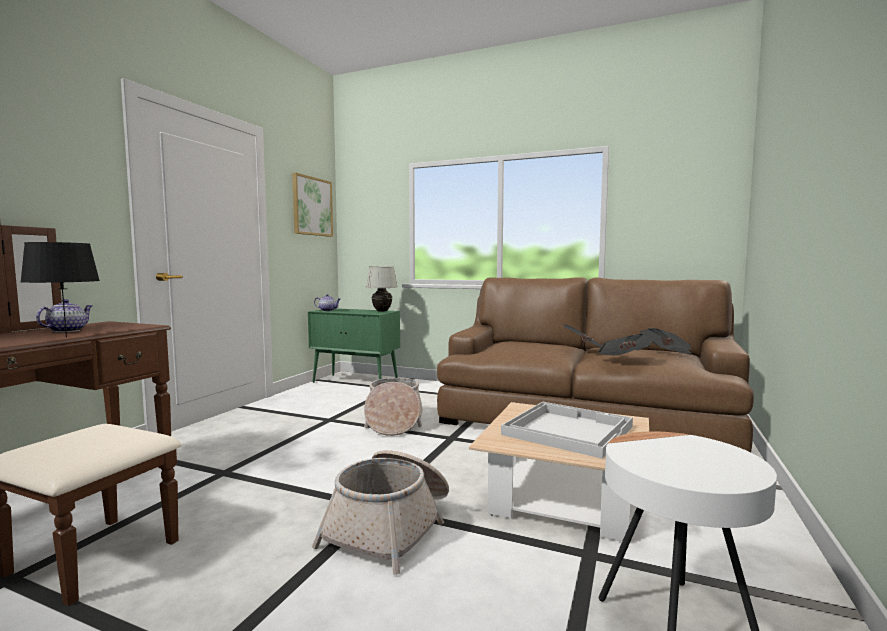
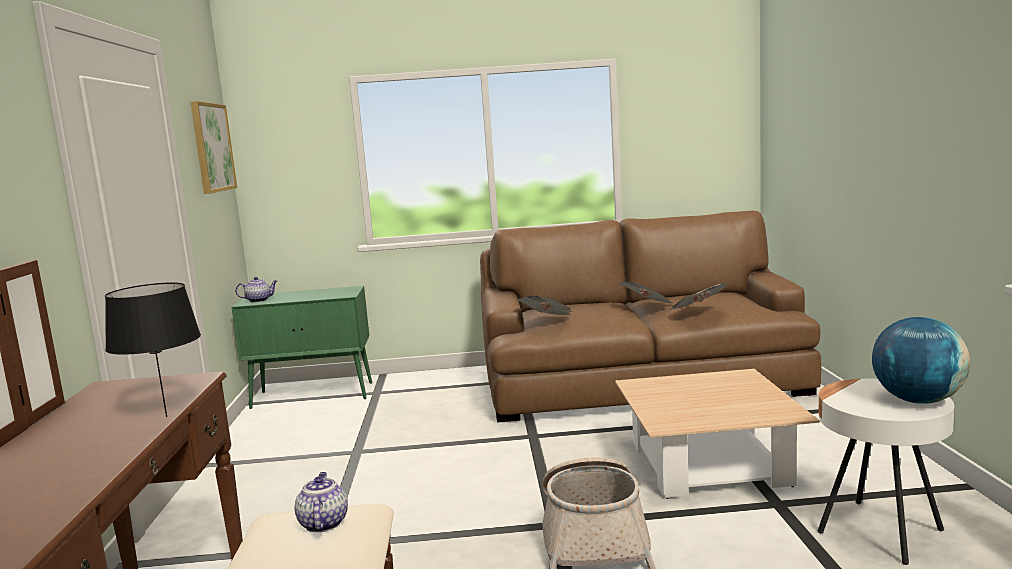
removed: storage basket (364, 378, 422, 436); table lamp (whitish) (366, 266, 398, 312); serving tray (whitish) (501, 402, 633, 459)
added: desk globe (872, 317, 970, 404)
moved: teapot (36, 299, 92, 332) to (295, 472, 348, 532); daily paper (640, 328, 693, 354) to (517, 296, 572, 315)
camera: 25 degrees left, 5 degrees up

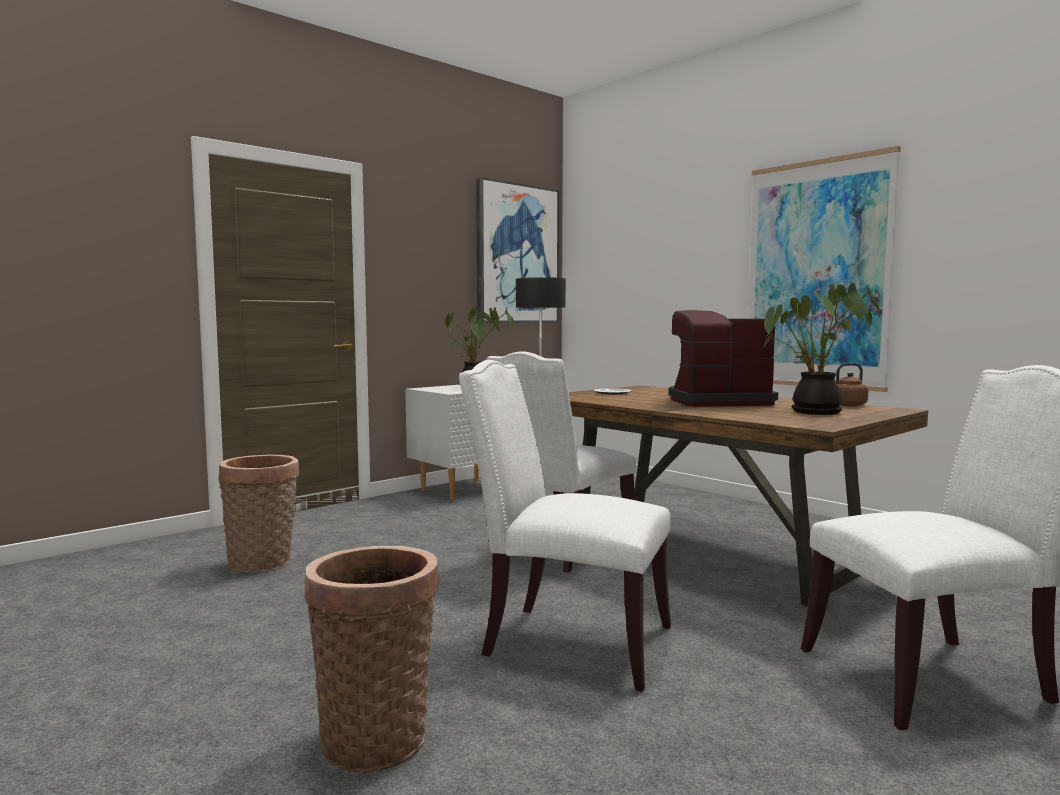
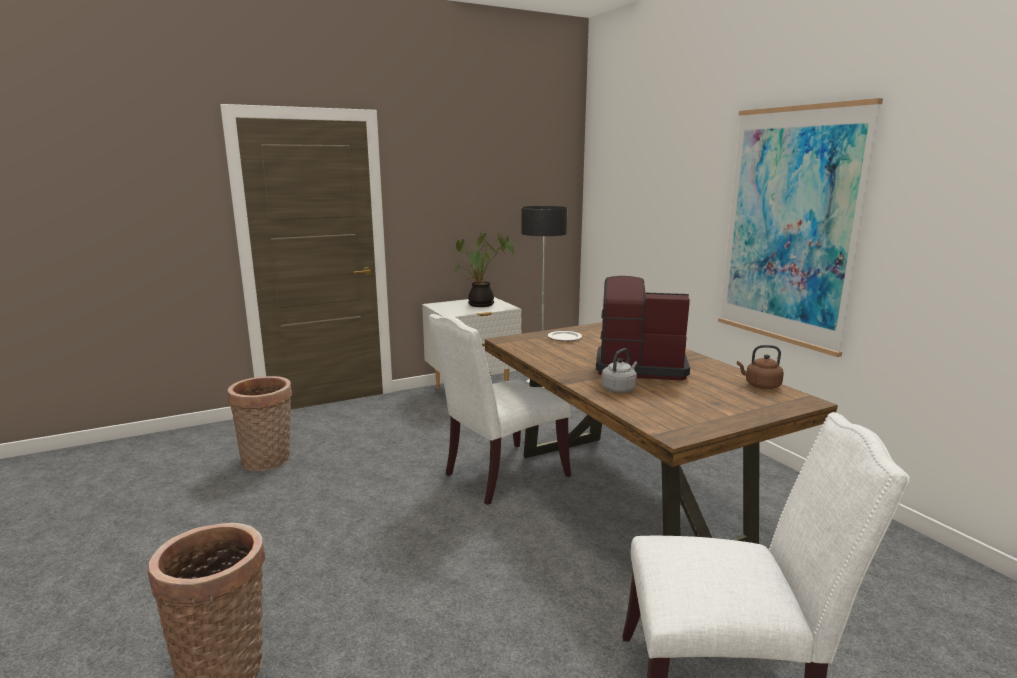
removed: upright chair (whitish) (459, 360, 671, 692); wall picture (476, 177, 559, 323); potted plant (764, 283, 880, 415)
added: water kettle (gray) (601, 348, 638, 393)
camera: 15 degrees right, 10 degrees up

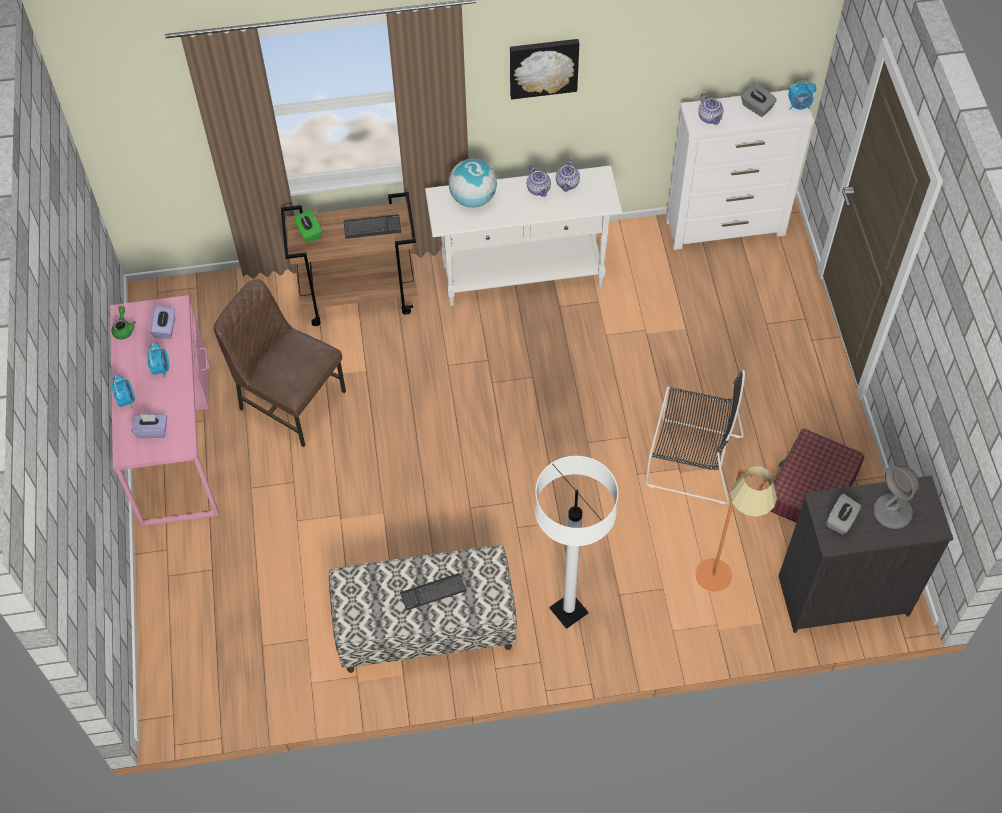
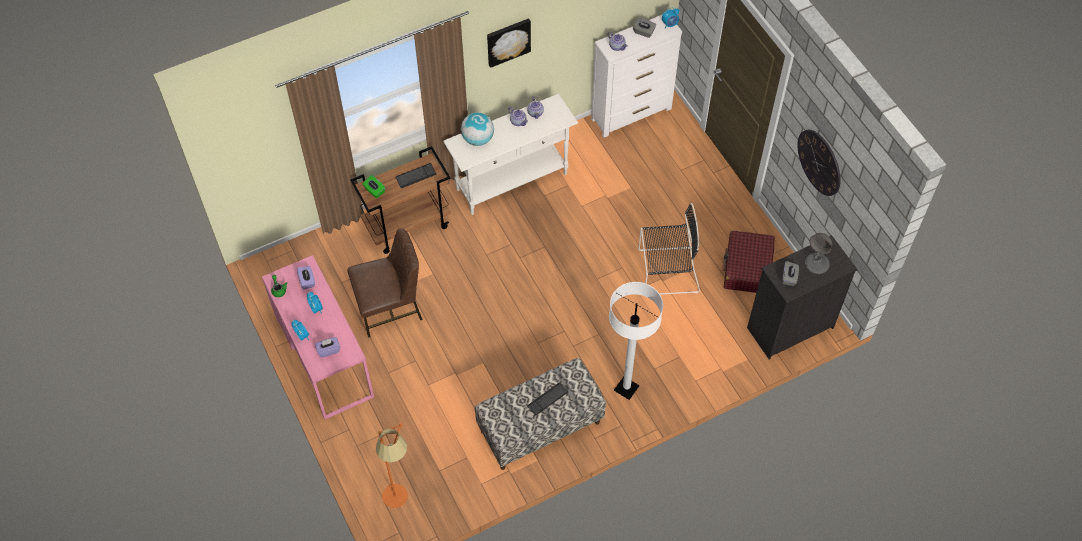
added: clock on the wall (797, 130, 841, 196)
moved: standard lamp (orange-coloured) (696, 466, 777, 592) to (376, 423, 408, 508)
turned: upright chair (brownish) (214, 279, 346, 447) = (347, 228, 423, 338) 150 degrees clockwise
camera: 20 degrees left, 0 degrees up

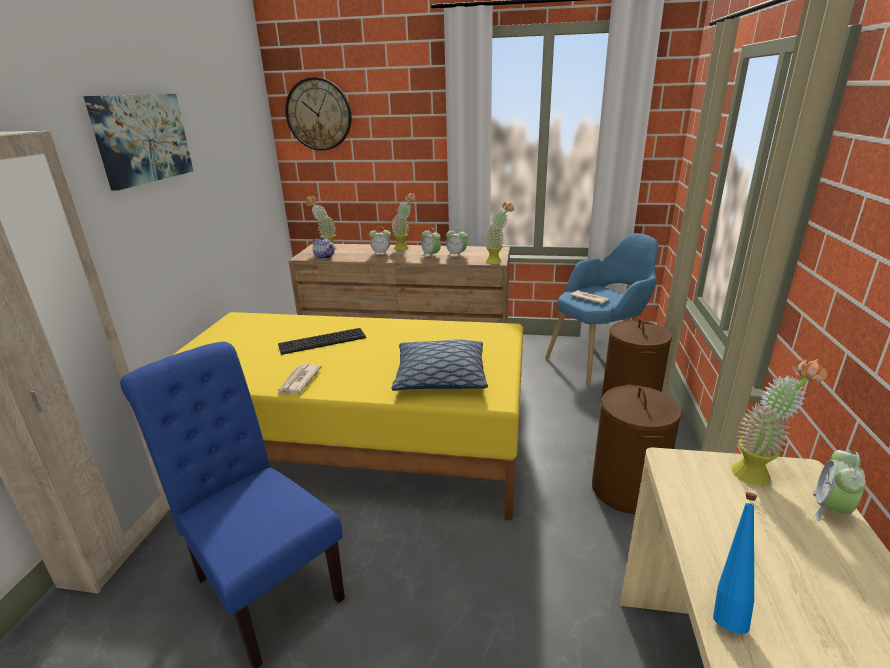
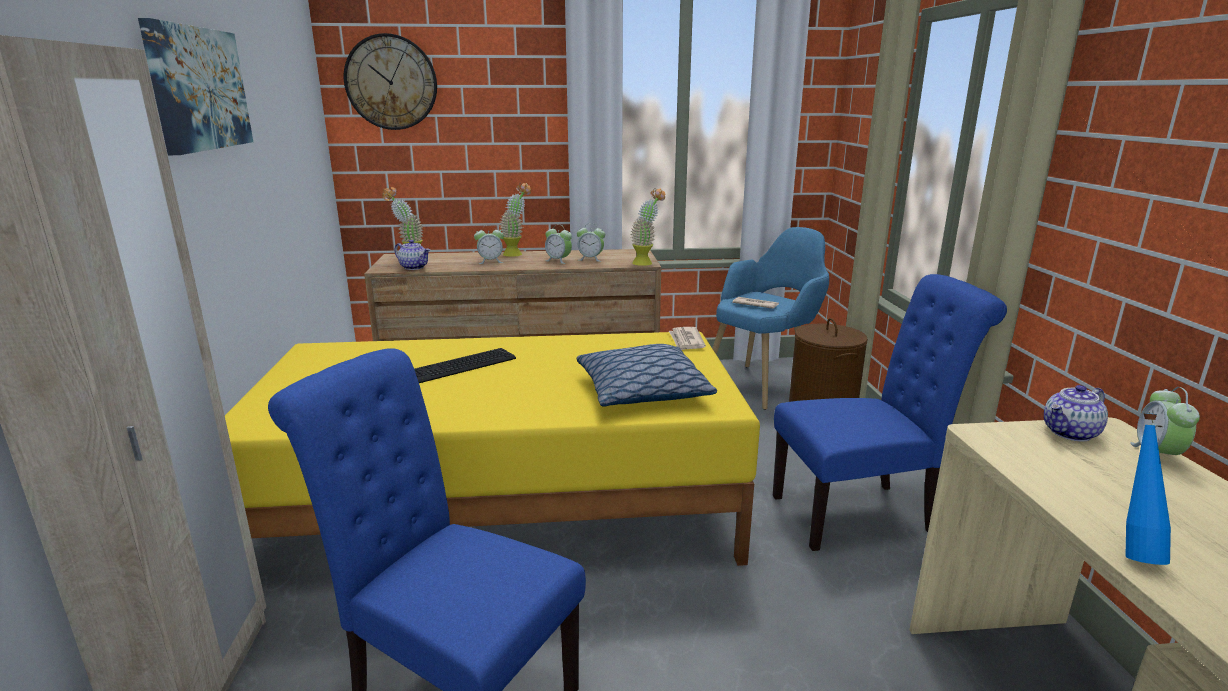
moved: daily paper (277, 364, 322, 394) to (669, 327, 706, 350)
replaced: laundry basket (brownish) (592, 384, 682, 514) to upright chair (bluish) (773, 274, 1007, 551); potted plant (731, 359, 827, 486) to teapot (1044, 385, 1108, 441)
camera: 15 degrees left, 5 degrees down

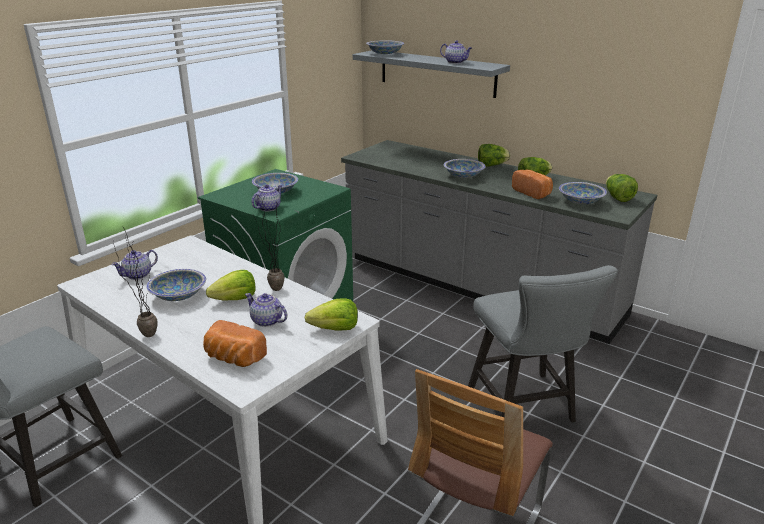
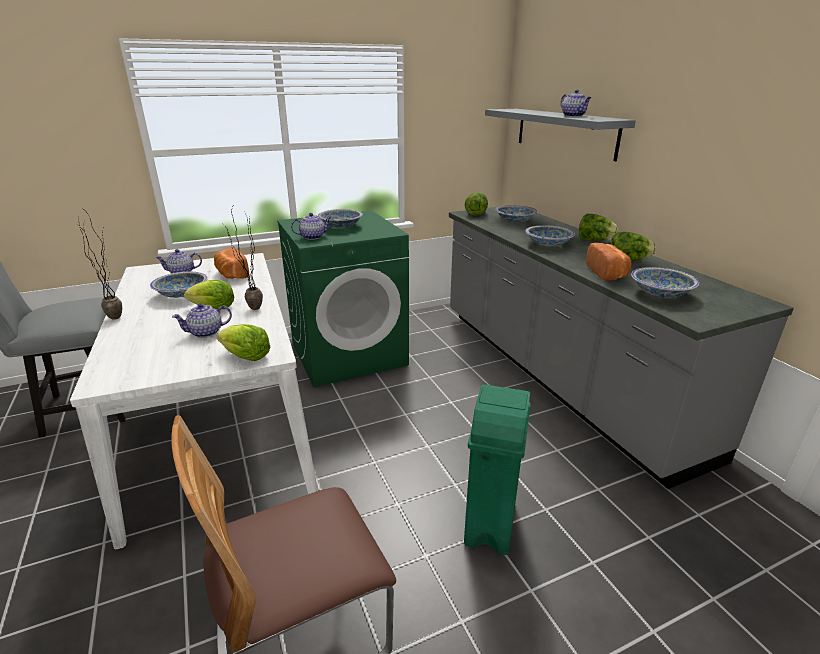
moved: bakery bread (203, 320, 267, 367) to (214, 247, 249, 279); deep dish (366, 40, 404, 54) to (495, 205, 537, 222); lettuce head (606, 174, 638, 202) to (465, 192, 488, 216)
replaced: upright chair (gray) (468, 265, 618, 422) to rubbish bin (green) (464, 384, 531, 555)
turned: teapot (245, 293, 288, 327) = (172, 303, 232, 338) 90 degrees counterclockwise
camera: 30 degrees right, 0 degrees up

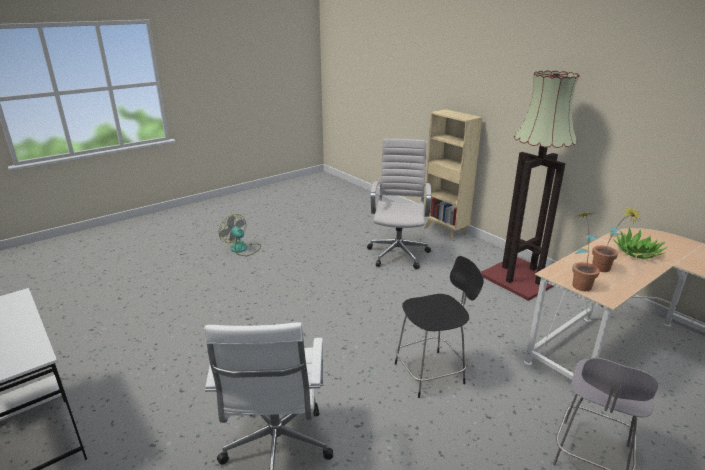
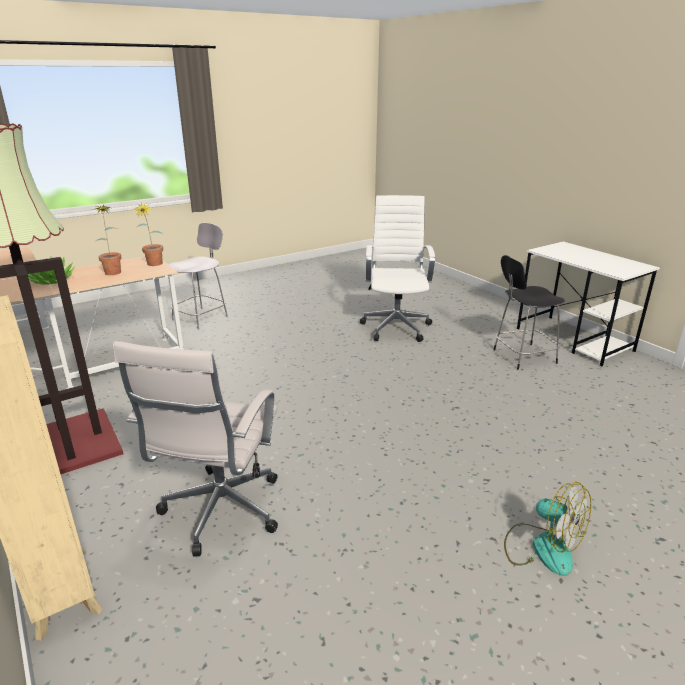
moved: upright chair (black) (395, 256, 484, 398) to (493, 255, 565, 370)
camera: 175 degrees left, 0 degrees up

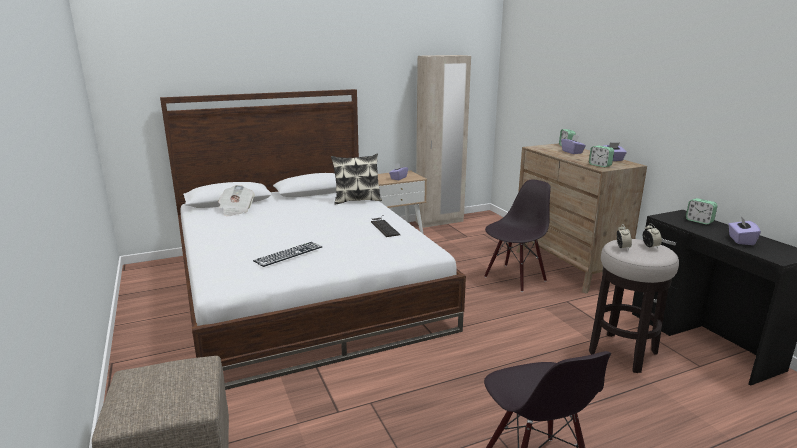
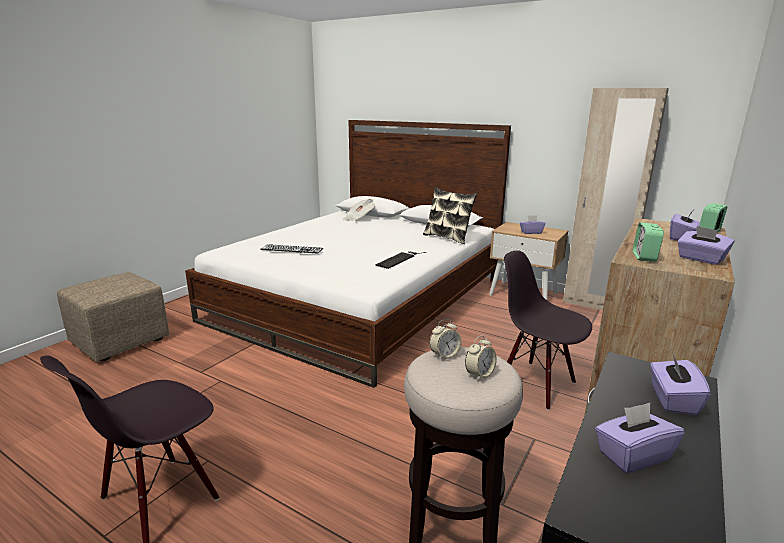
replaced: table clock (686, 198, 718, 224) to tissue holder (purple-coloured) (650, 355, 711, 415)
turned: upright chair (black) (484, 179, 551, 292) = (504, 250, 592, 411) 150 degrees counterclockwise
camera: 55 degrees right, 0 degrees up

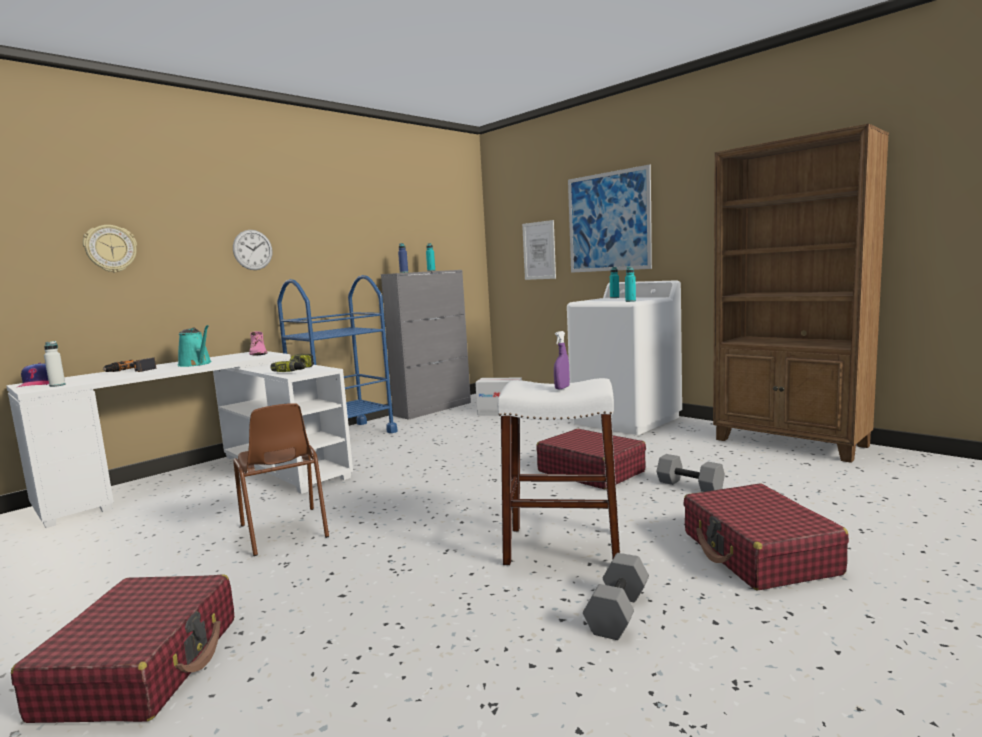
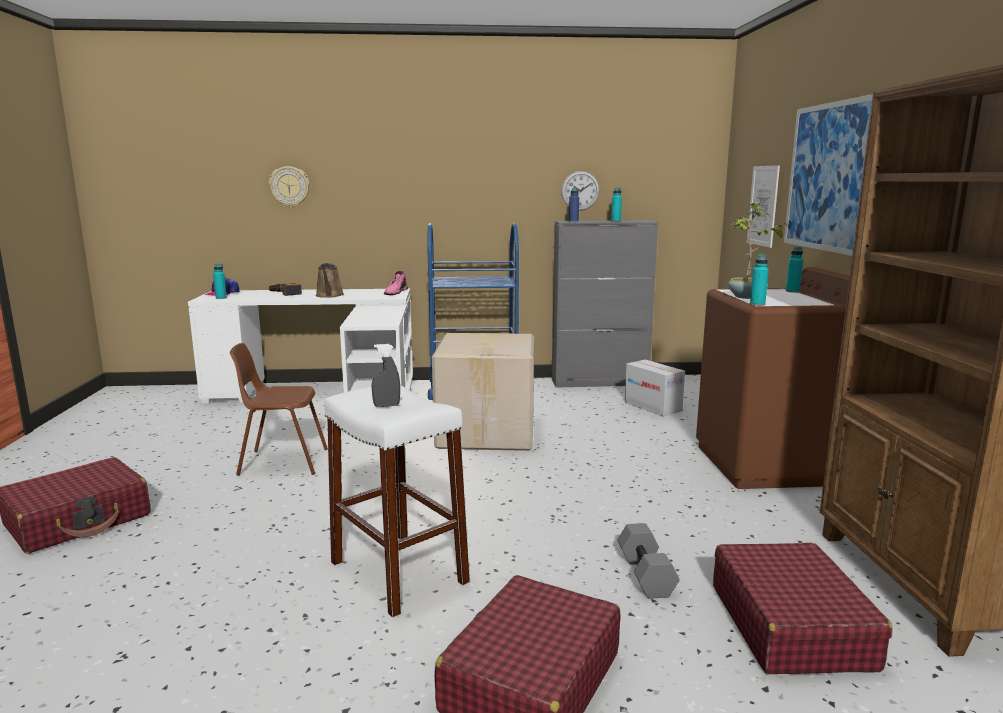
removed: electric drill (270, 354, 314, 372); hand weight (gray) (583, 553, 649, 640)
added: carton (432, 333, 534, 451); potted plant (728, 202, 787, 299)
moved: clock on the wall (233, 230, 272, 270) to (561, 171, 600, 211); piece of luggage (reddish) (536, 429, 646, 489) to (713, 543, 893, 674)
recoloured: drink bottle (whitish) (44, 341, 65, 387) to drink bottle (turquoise-coloured) (213, 263, 227, 299); watering pot (turquoise-coloured) (178, 325, 211, 367) to watering pot (brownish) (316, 263, 344, 298); sprayer (purple-coloured) (554, 331, 570, 390) to sprayer (gray) (371, 344, 400, 407); laundry appliance (whitish) (567, 280, 682, 435) to laundry appliance (brownish) (696, 267, 850, 489)
turned: upright chair (brownish) (233, 403, 329, 556) = (230, 343, 328, 476) 75 degrees clockwise
camera: 40 degrees right, 5 degrees up

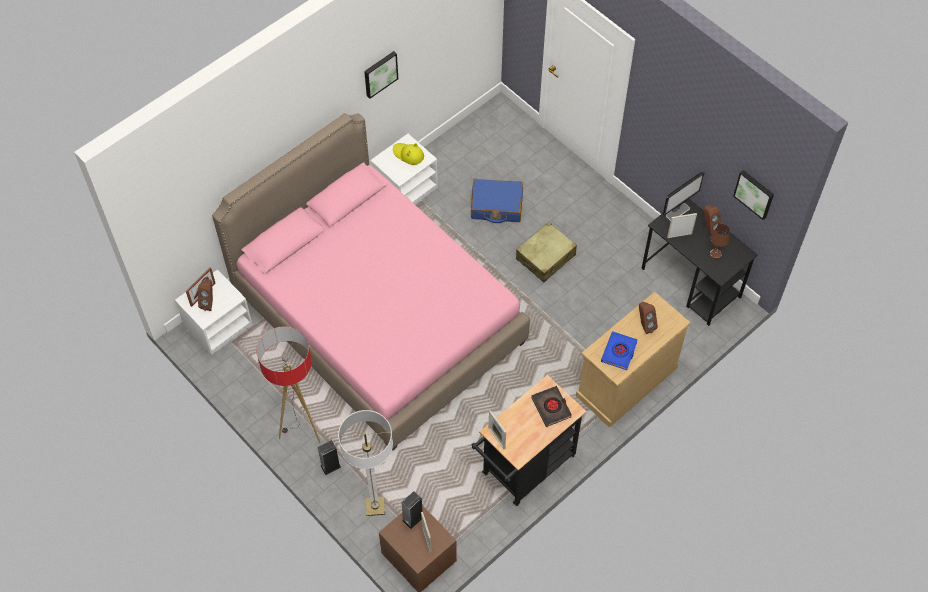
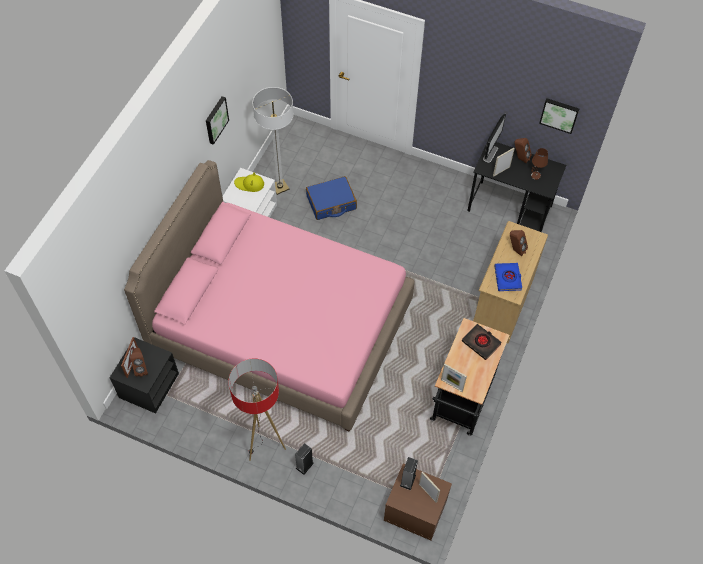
removed: piece of luggage (beige-coloured) (516, 222, 577, 282)
moved: standard lamp (338, 410, 393, 516) to (252, 87, 294, 195)
recoloured: night table (whitish) (175, 269, 253, 355) to night table (black) (110, 337, 179, 413)
camera: 25 degrees left, 0 degrees up

